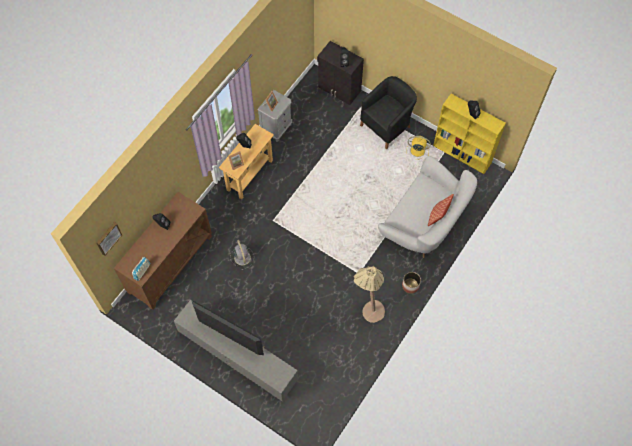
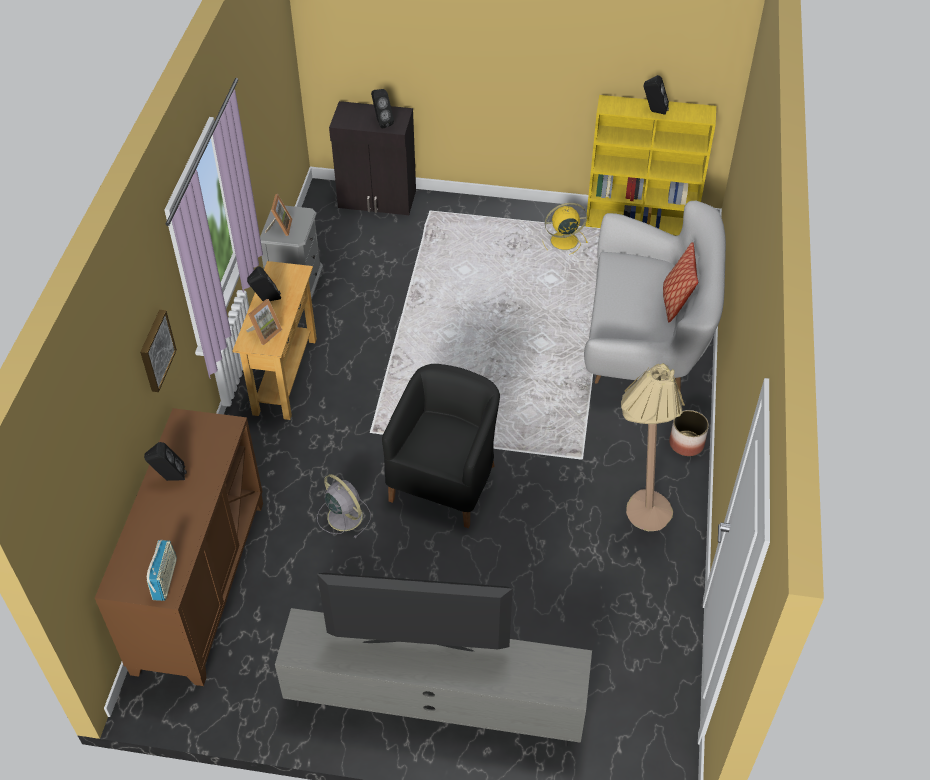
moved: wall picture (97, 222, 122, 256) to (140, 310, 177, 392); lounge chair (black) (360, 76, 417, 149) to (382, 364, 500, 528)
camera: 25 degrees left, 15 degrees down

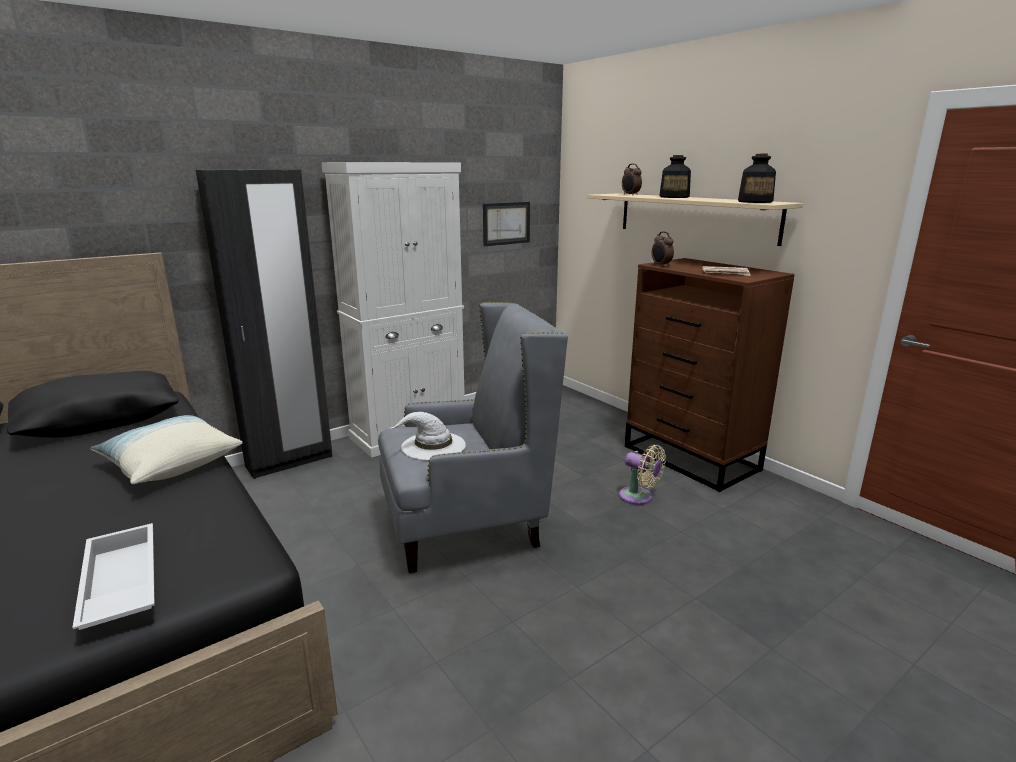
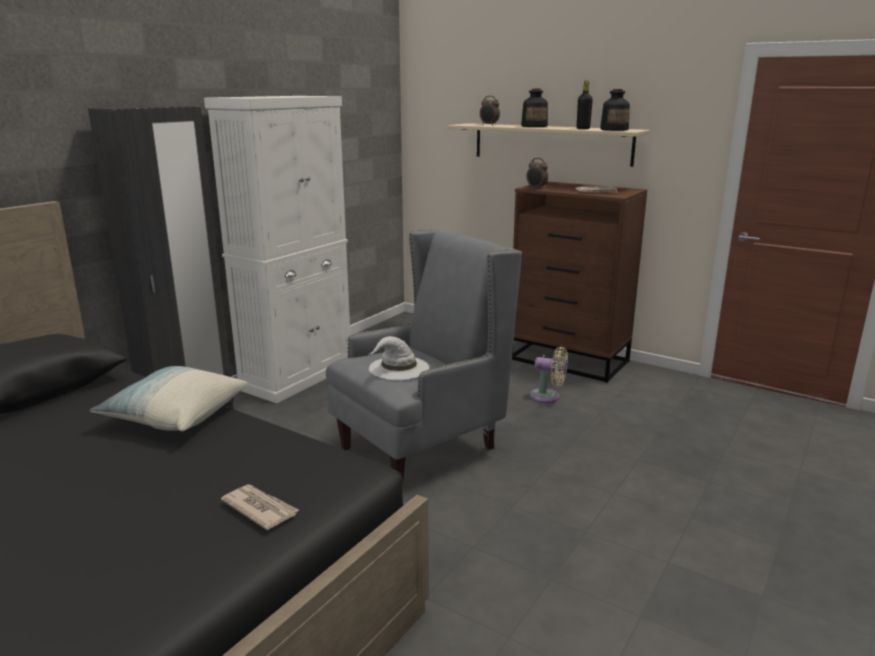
removed: wall picture (483, 202, 530, 246)
added: drink bottle (black) (577, 81, 593, 129)
replaced: serving tray (whitish) (72, 523, 155, 630) to daily paper (221, 484, 299, 530)
camera: 20 degrees left, 0 degrees up

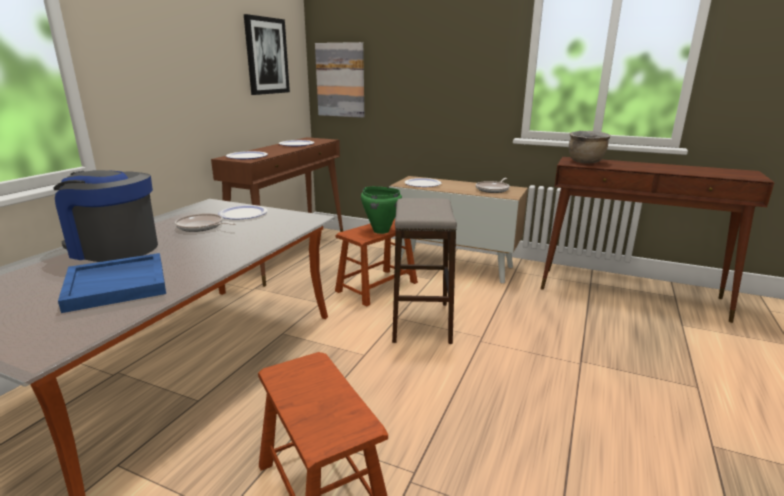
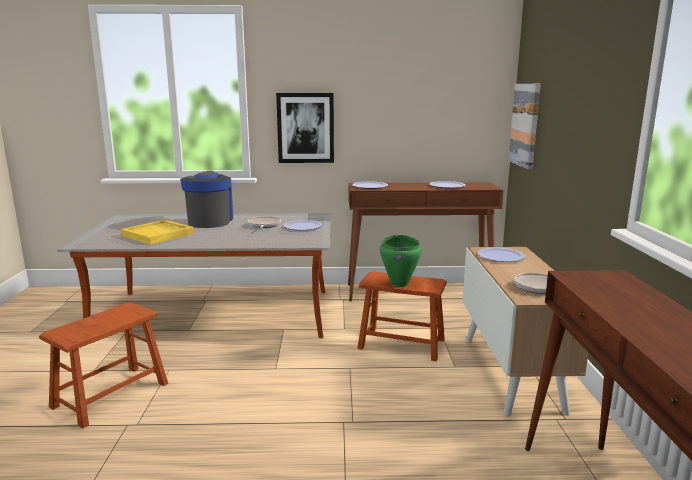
removed: sitting stool (392, 198, 457, 344); cooking pot (brownish) (569, 131, 611, 164)
moved: wall picture (244, 14, 290, 95) to (276, 93, 334, 163)
recoloured: serving tray (bluish) (58, 253, 166, 313) to serving tray (yellow) (121, 220, 194, 245)
camera: 65 degrees right, 5 degrees down

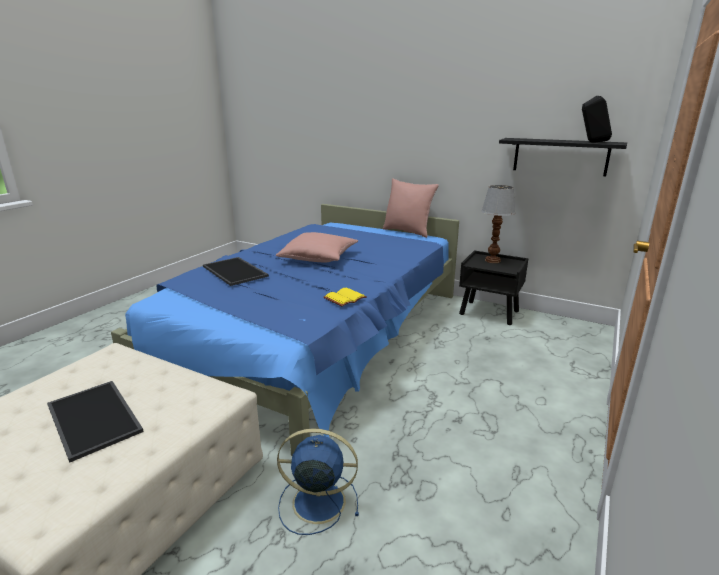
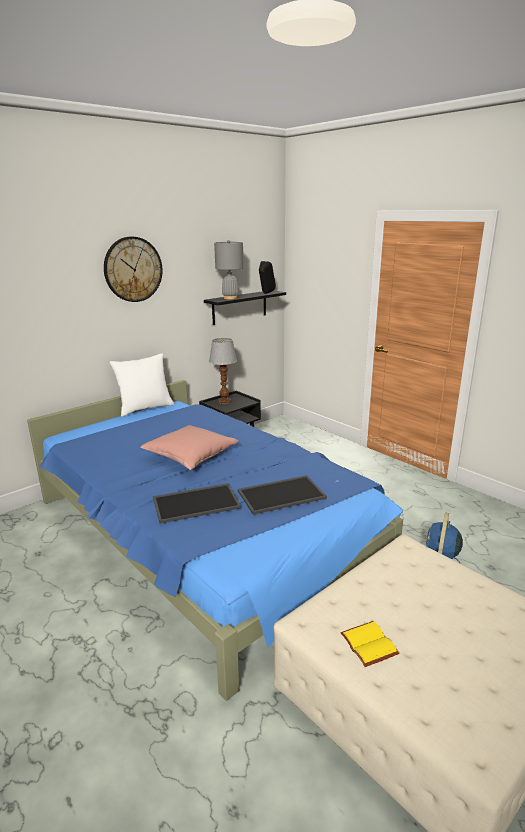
added: clock on the wall (104, 237, 163, 302); table lamp (gray) (214, 240, 244, 299)
moved: serving tray (47, 381, 144, 463) to (238, 475, 327, 515); book (yellow) (323, 288, 367, 306) to (340, 621, 399, 667)
recoloured: throw pillow (pink-coloured) (383, 178, 439, 238) to throw pillow (whitish) (110, 353, 174, 417)
camera: 70 degrees left, 0 degrees up

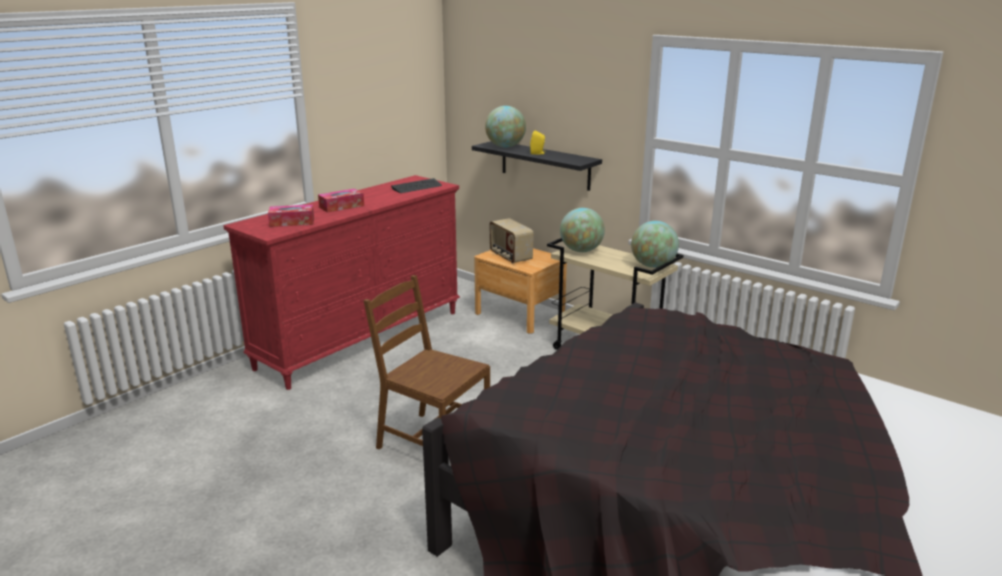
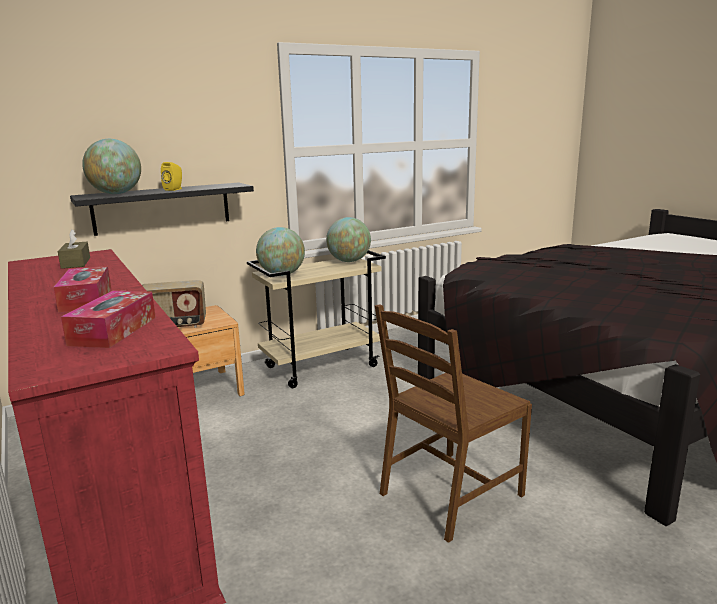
replaced: computer keyboard (391, 178, 442, 193) to tissue holder (brownish) (58, 229, 90, 269)
camera: 70 degrees left, 5 degrees down

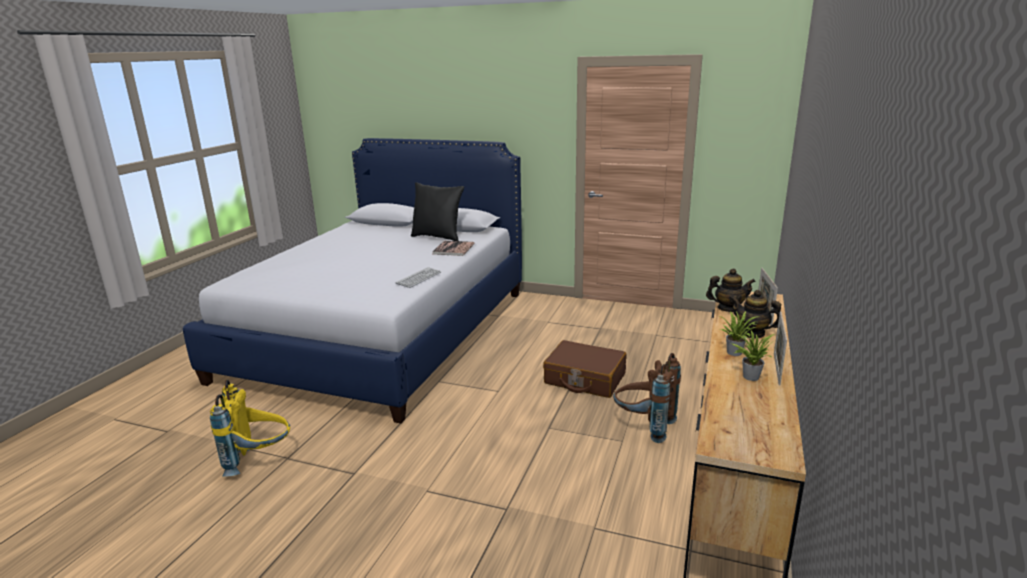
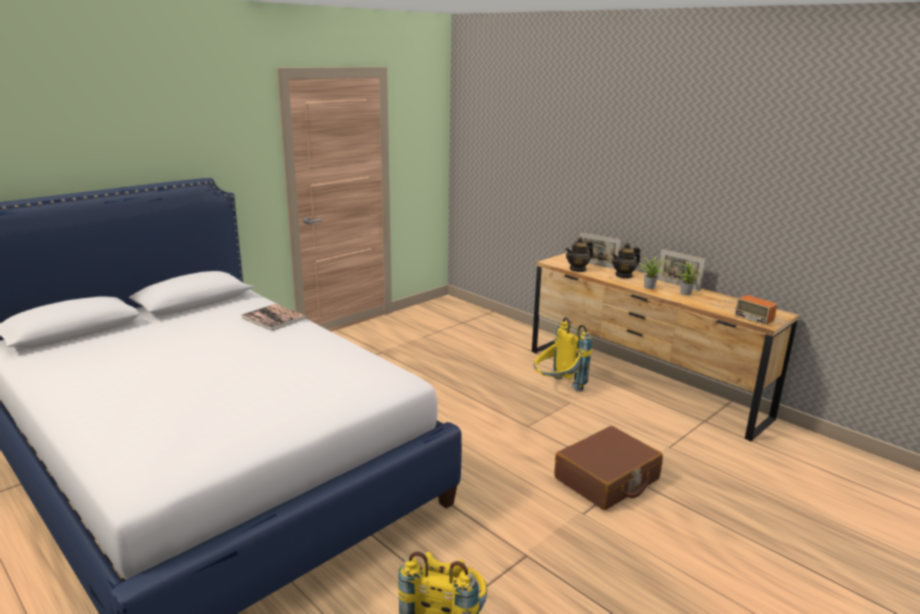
removed: computer keyboard (396, 267, 441, 288); throw pillow (black) (411, 182, 464, 241)
added: radio set (716, 295, 777, 325)
moved: piece of luggage (brownish) (543, 340, 627, 398) to (554, 426, 663, 510)
recoloured: knapsack (brownish) (613, 353, 681, 443) to knapsack (yellow) (534, 317, 592, 392)
turned: teapot (706, 268, 756, 312) = (565, 237, 593, 272) 150 degrees counterclockwise
camera: 65 degrees left, 0 degrees up

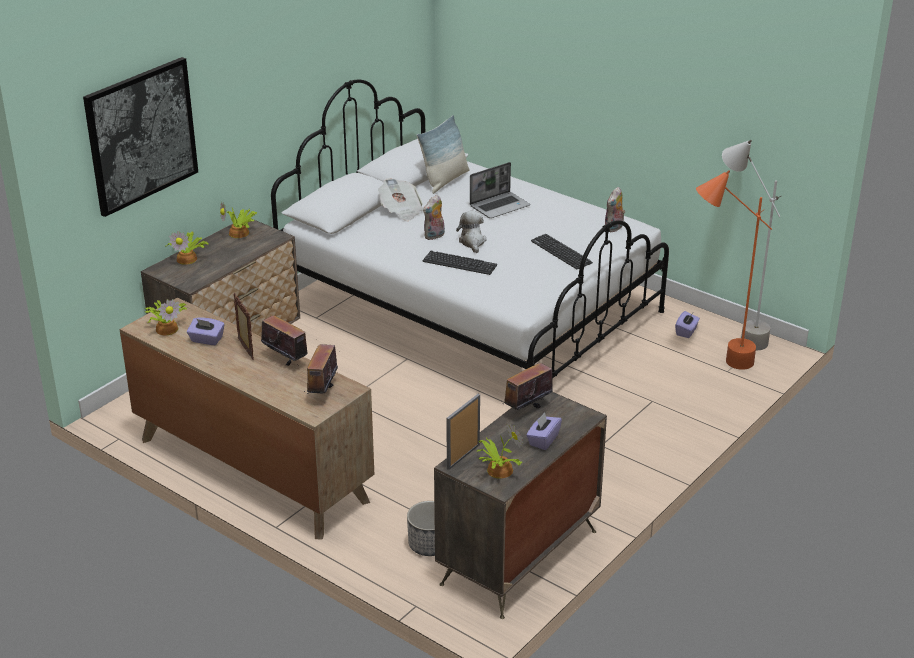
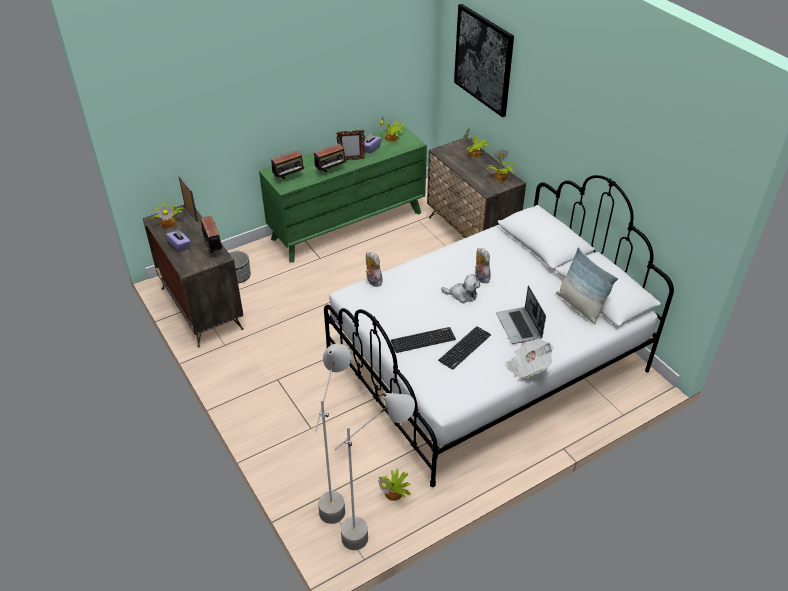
moved: daily paper (378, 178, 423, 221) to (505, 338, 554, 380); computer keyboard (423, 251, 497, 275) to (438, 326, 491, 370); cuddly toy (605, 187, 625, 232) to (366, 252, 382, 287)
replaced: tissue holder (purple-coloured) (675, 311, 700, 338) to potted plant (378, 468, 411, 501)
recoloured: dresser (brownish) (119, 297, 374, 540) to dresser (green) (259, 125, 427, 263); standard lamp (orange-coloured) (696, 170, 772, 370) to standard lamp (gray) (315, 344, 351, 524)
turned: radio set (304, 344, 338, 394) = (271, 150, 304, 179) 120 degrees clockwise
camera: 110 degrees right, 10 degrees up

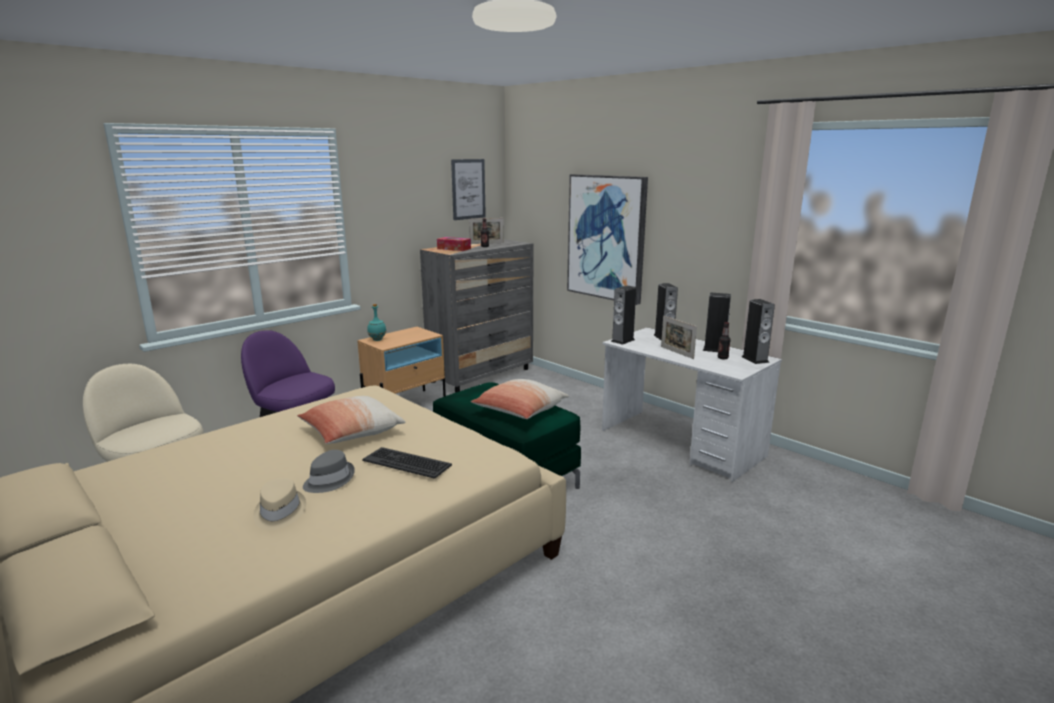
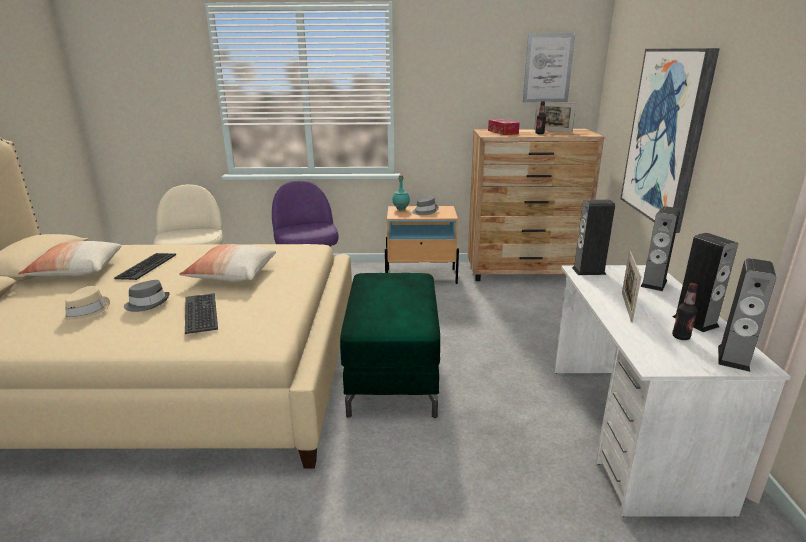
added: computer keyboard (114, 253, 177, 280); wearable hat (gray) (412, 195, 439, 215)
moved: throw pillow (471, 379, 569, 419) to (18, 241, 122, 276)
recoloured: dresser (gray) (420, 239, 534, 393) to dresser (brownish) (468, 129, 604, 281)
camera: 45 degrees right, 5 degrees up

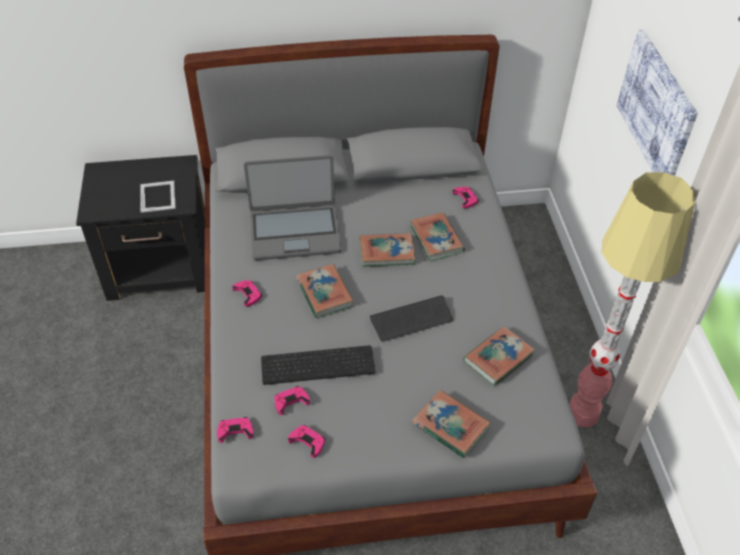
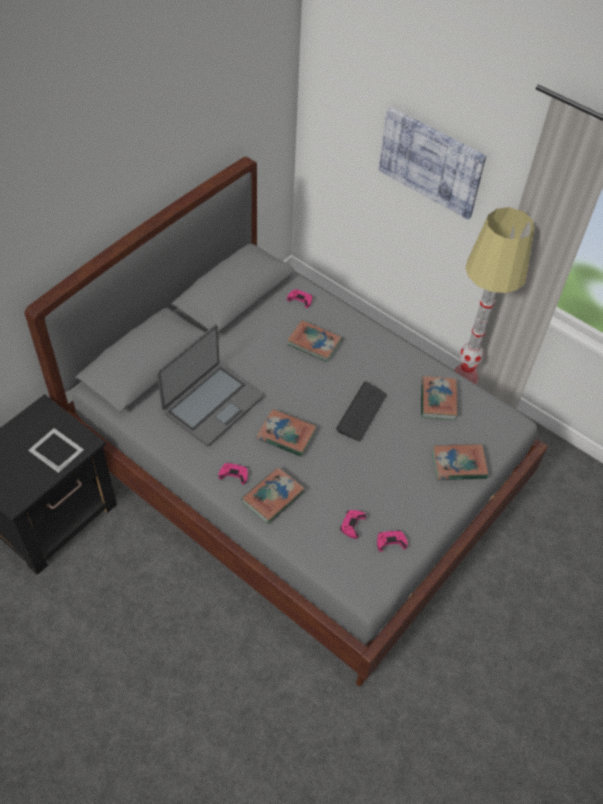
removed: game controller (pink-coloured) (217, 417, 253, 443); computer keyboard (261, 345, 376, 385)
moved: book (359, 233, 415, 267) to (241, 467, 305, 524)
camera: 45 degrees left, 5 degrees up

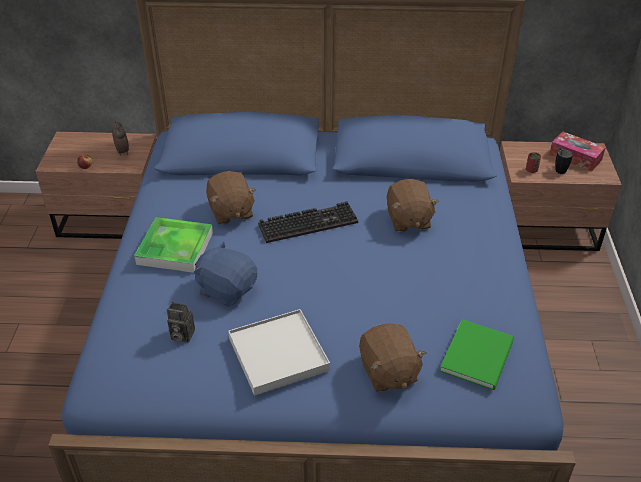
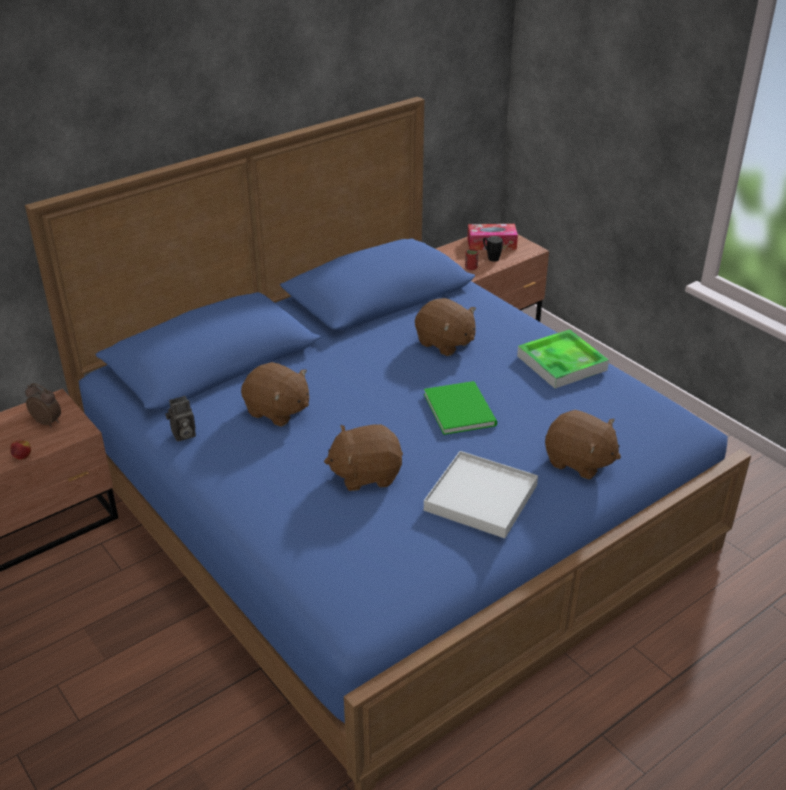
removed: computer keyboard (258, 201, 358, 243)
moved: serving tray (134, 217, 213, 273) to (517, 329, 609, 388); still camera (167, 302, 195, 343) to (165, 396, 196, 442); book (green) (440, 319, 514, 390) to (424, 381, 497, 435)
recoloured: cuddly toy (bluish) (194, 242, 257, 307) to cuddly toy (brownish) (324, 424, 403, 491)
camera: 40 degrees left, 5 degrees down

